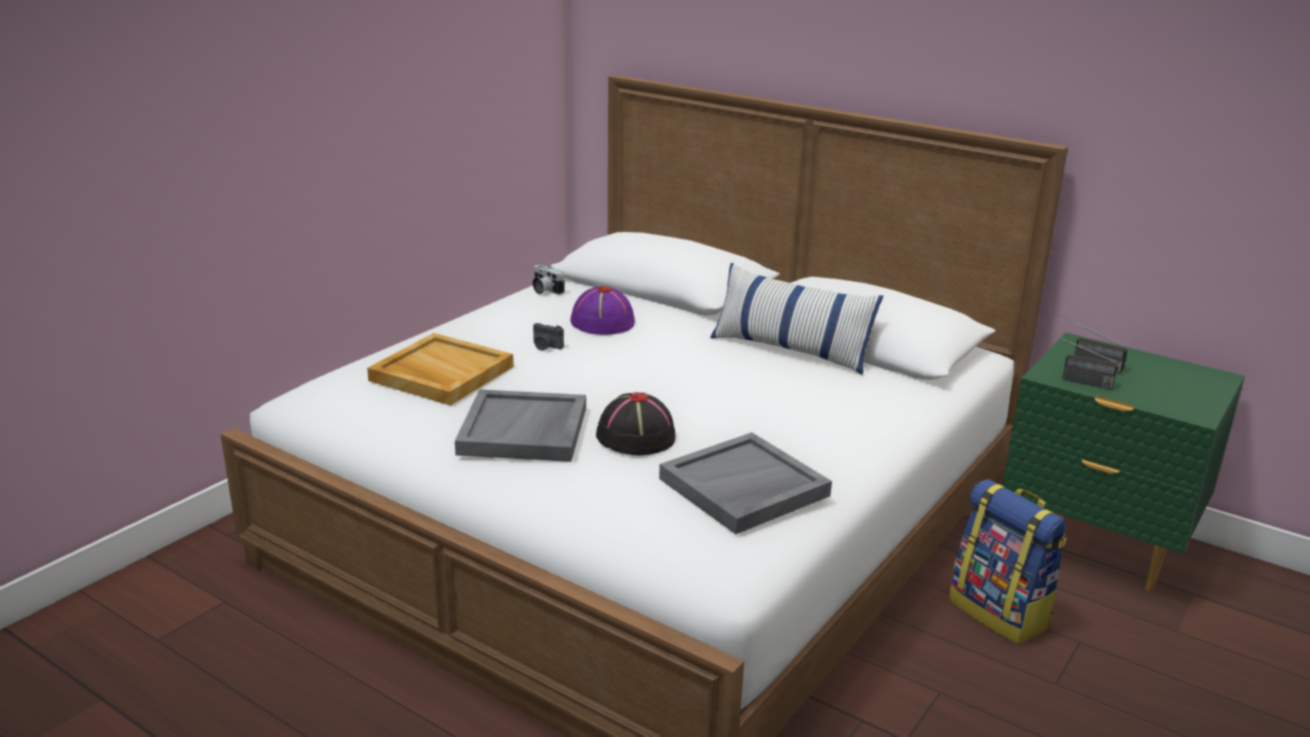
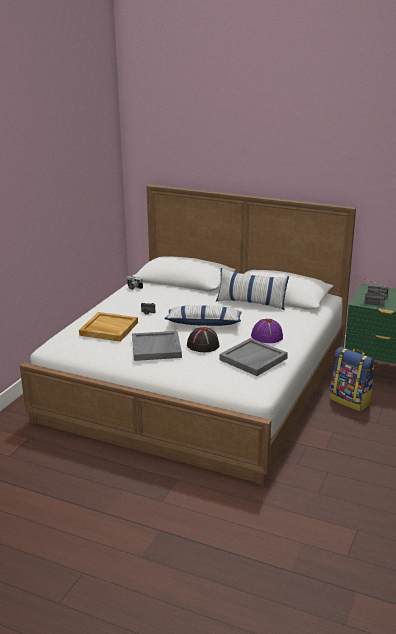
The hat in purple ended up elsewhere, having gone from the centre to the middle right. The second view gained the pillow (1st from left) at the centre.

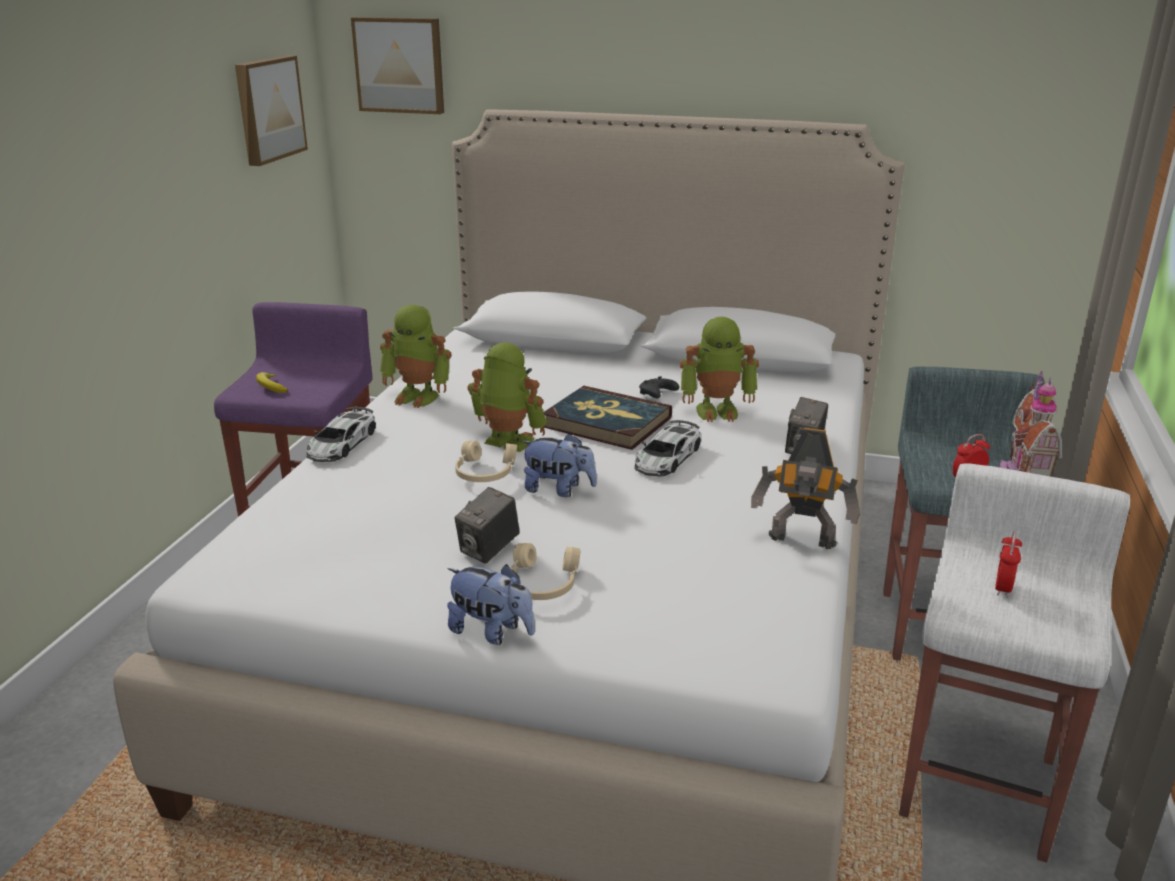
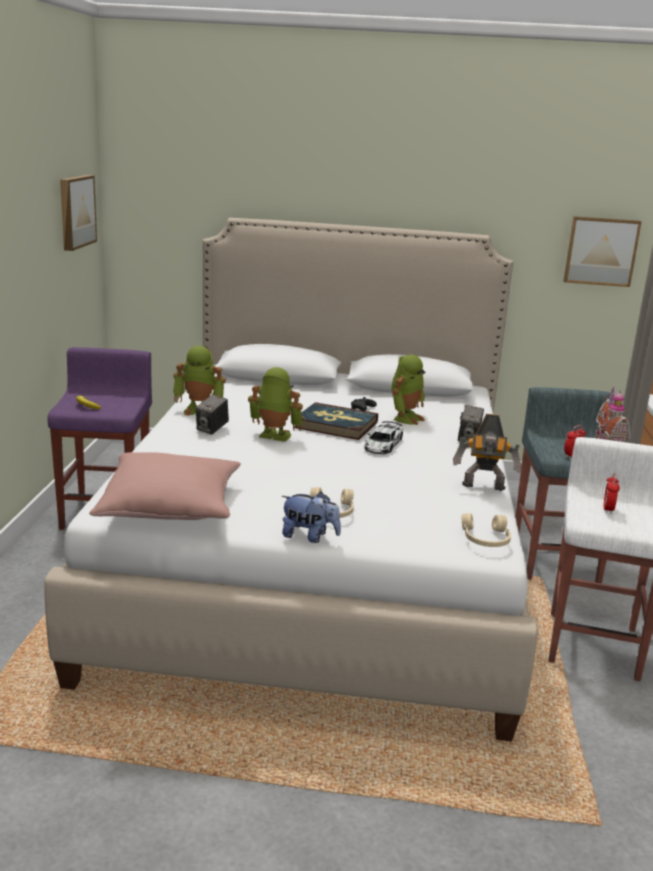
The second view lost the toy car (1st from left) at the middle left. The picture (2nd from left) ended up elsewhere, having gone from the top centre to the top right. The headphones in beige (1st from left in the first image) ended up elsewhere, having gone from the centre to the middle right. The photo camera (1st from left) ended up elsewhere, having gone from the centre to the middle left. The second view lost the plush toy (2nd from left) at the centre. The toy robot (3rd from left) at the centre ended up facing another way, 45 degrees counterclockwise from before. The second view gained the pillow in pink at the middle left.

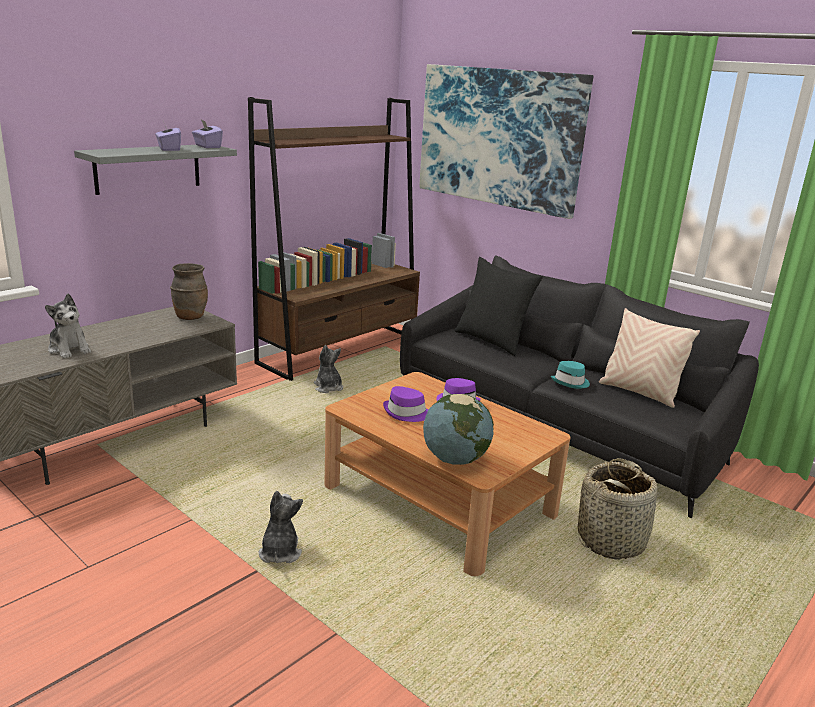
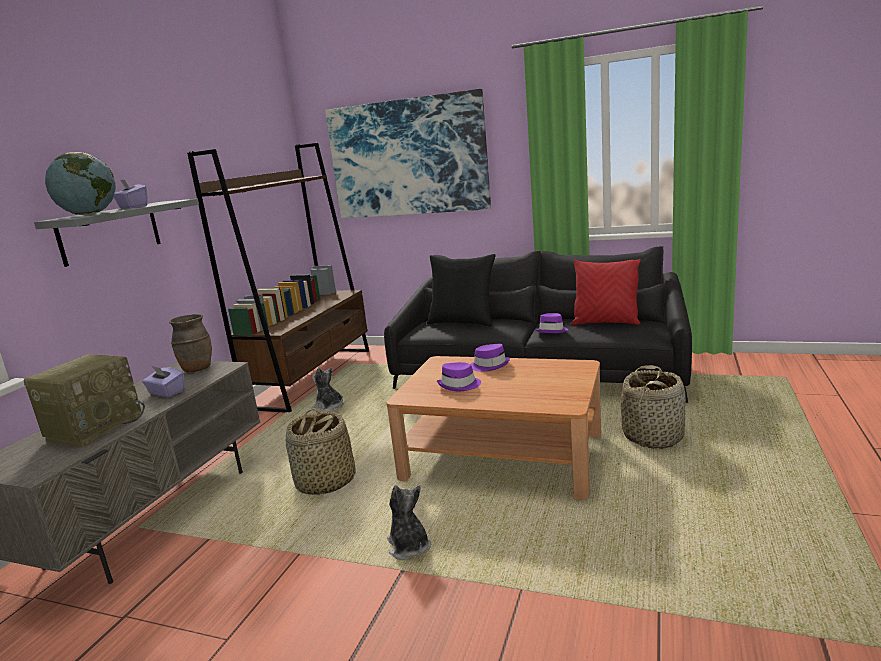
Where the plush toy (1st from left) stood at the middle left, the radio came to stand at the middle left. The tissue box in purple (2nd from left) ended up elsewhere, having gone from the top left to the middle left. The globe ended up elsewhere, having gone from the centre to the top left. What was the hat in turquoise at the middle right turned into the hat in purple (3rd from left) at the centre. What was the pillow in beige at the middle right turned into the pillow in red at the middle right. The second view gained the basket (1st from left) at the bottom centre.

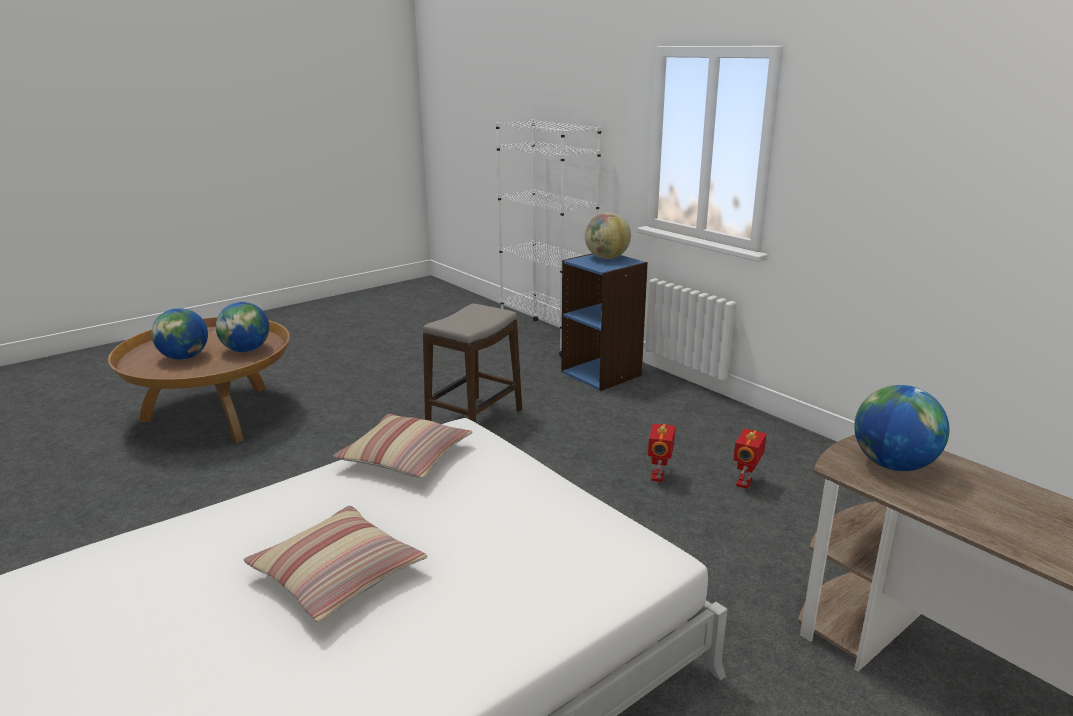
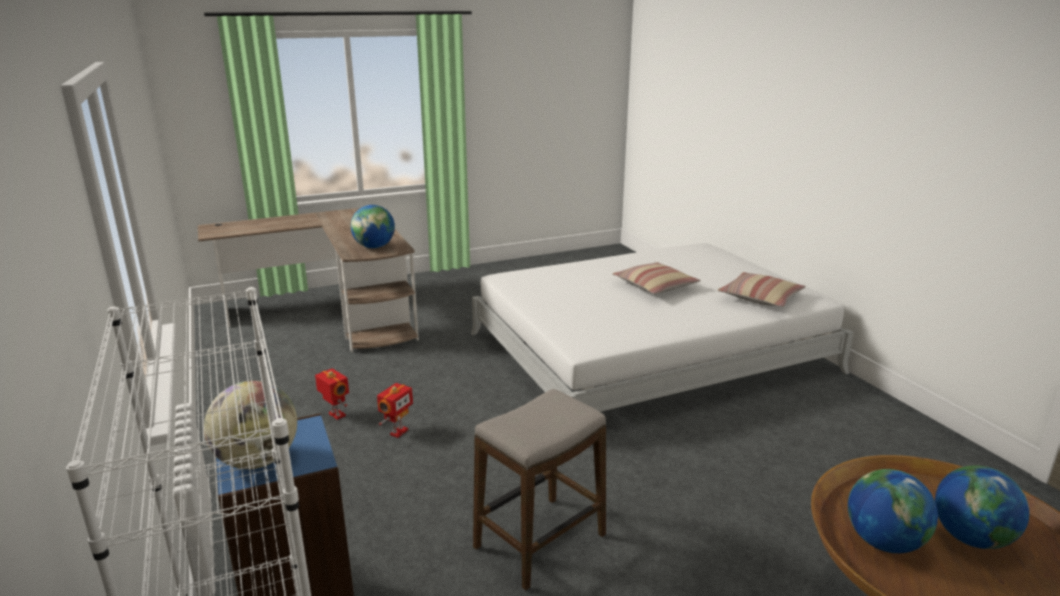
The pillow (2nd from left) ended up elsewhere, having gone from the centre to the middle right. The toy robot (2nd from left in the first image) at the middle right ended up facing another way, 90 degrees counterclockwise from before.

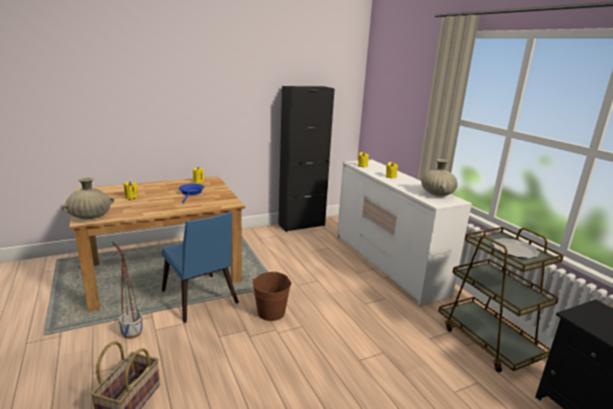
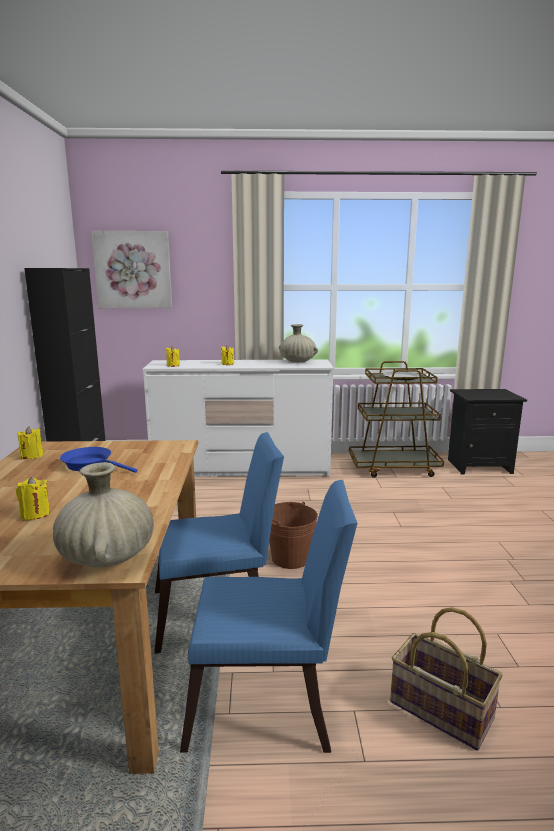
Where the planter stood at the bottom left, the chair in blue (2nd from left) came to stand at the bottom centre. The second view gained the picture at the top left.

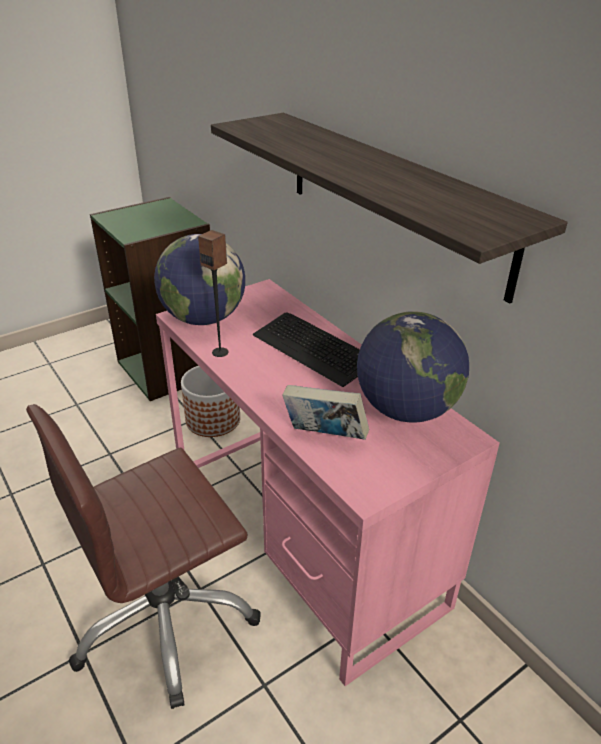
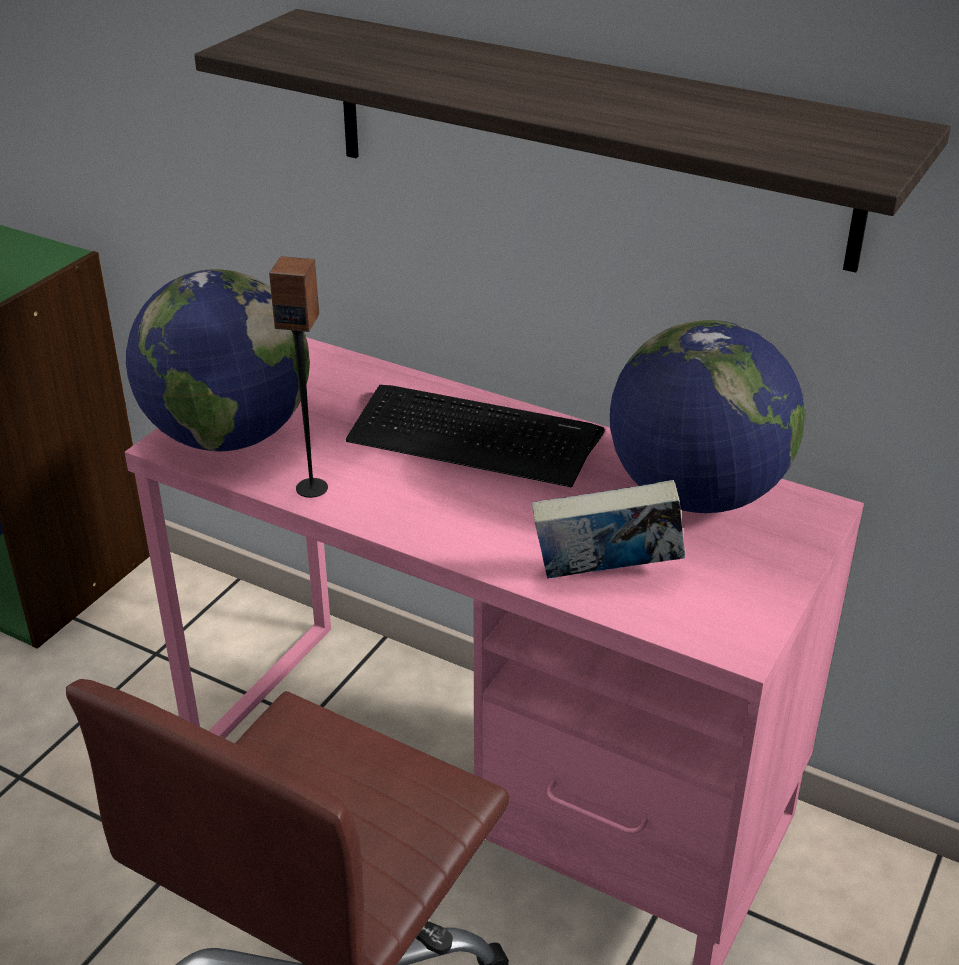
The second view lost the planter at the centre.

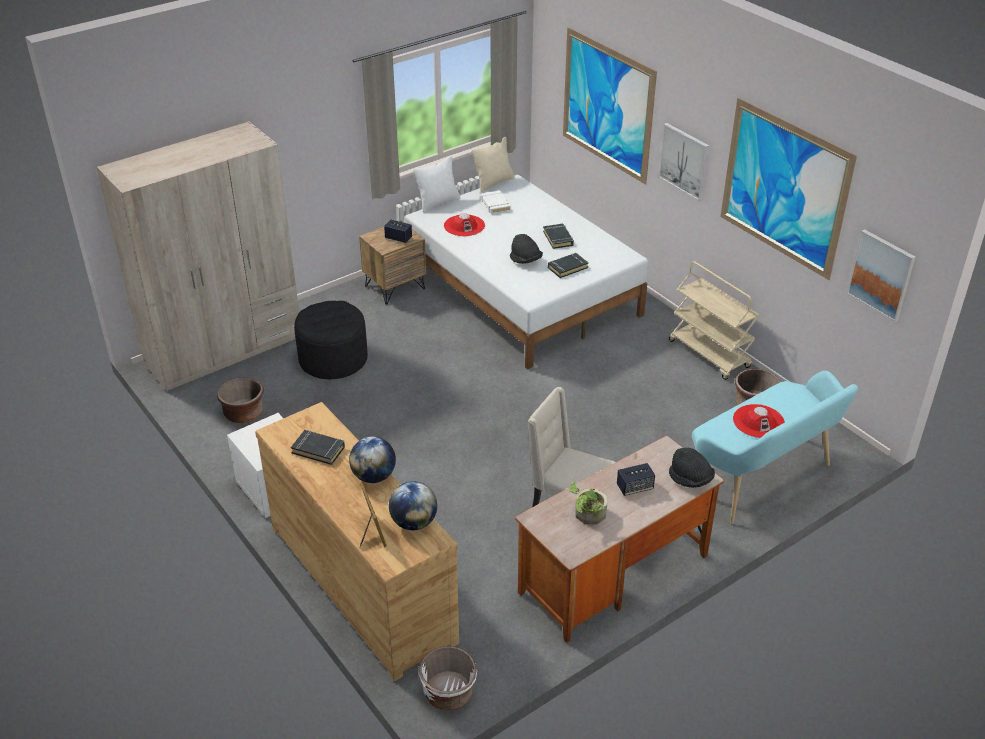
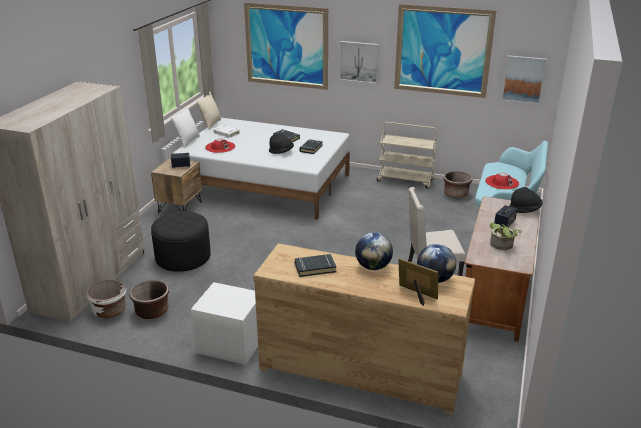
The planter in white ended up elsewhere, having gone from the bottom centre to the bottom left.

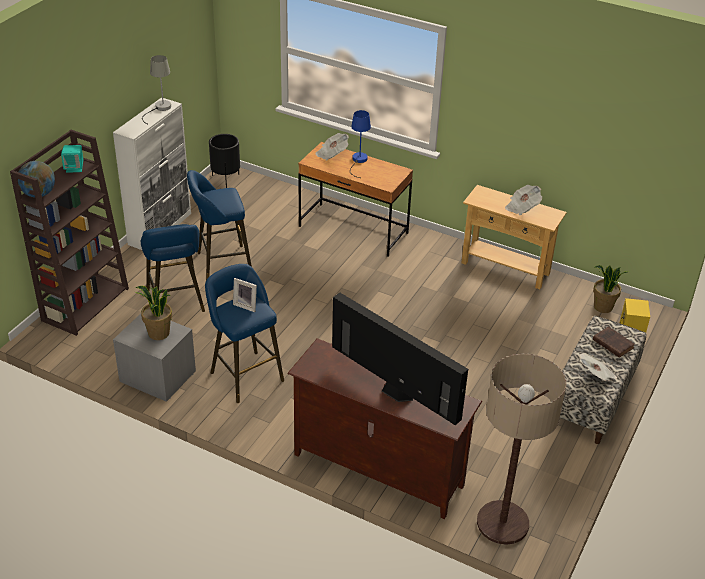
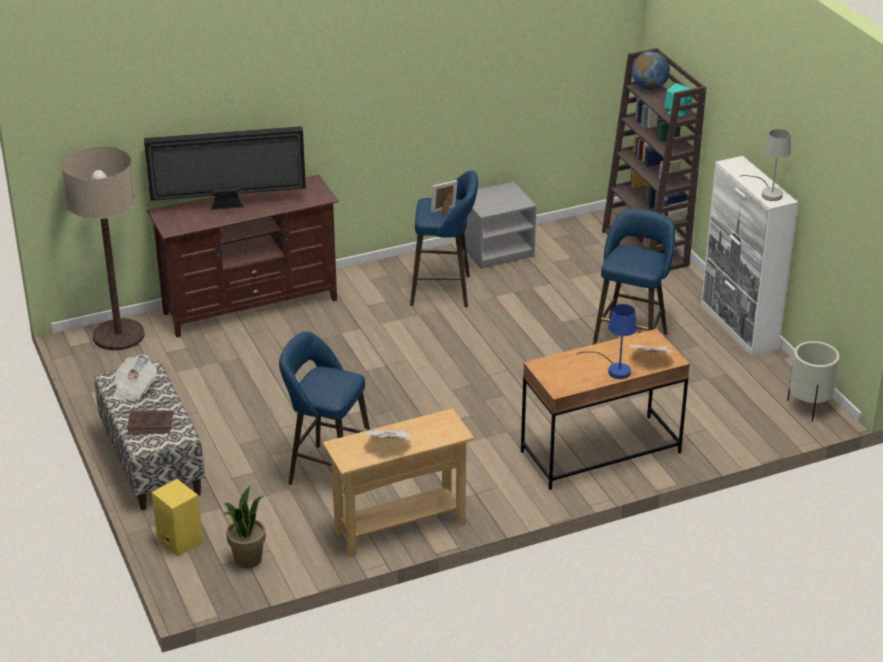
The second view lost the potted plant (1st from left) at the middle left. The stool in blue (1st from left) ended up elsewhere, having gone from the middle left to the centre. What was the planter in black at the top left turned into the planter in beige at the middle right.

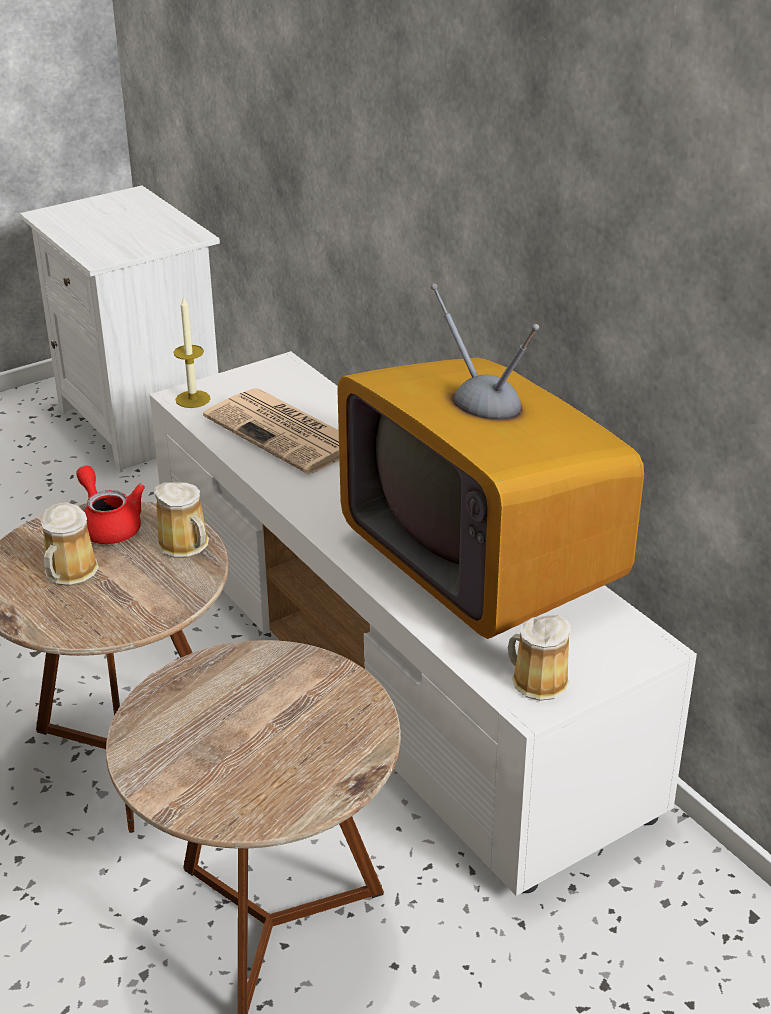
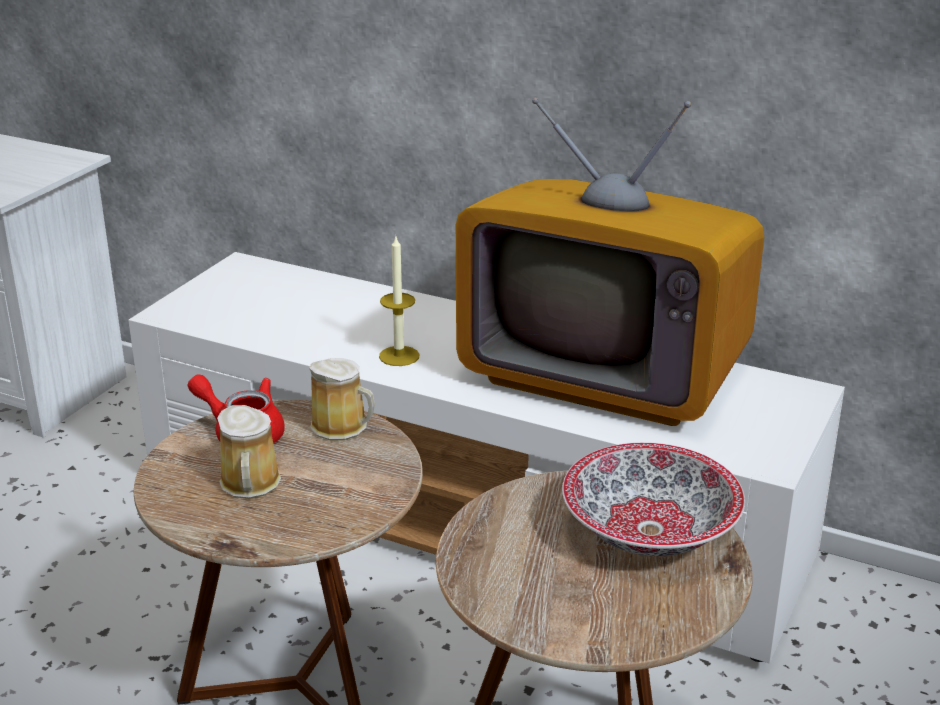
The candle ended up elsewhere, having gone from the middle left to the centre. The second view lost the newspaper at the centre. The second view lost the mug (3rd from left) at the middle right. The second view gained the bowl at the bottom right.

